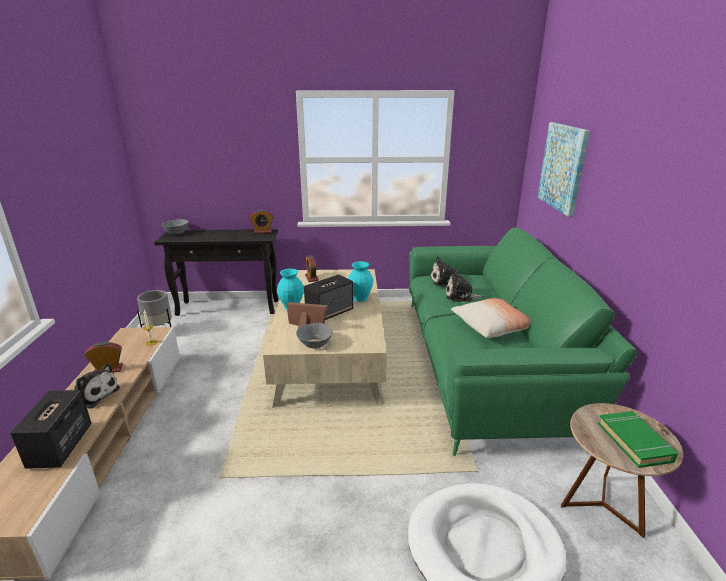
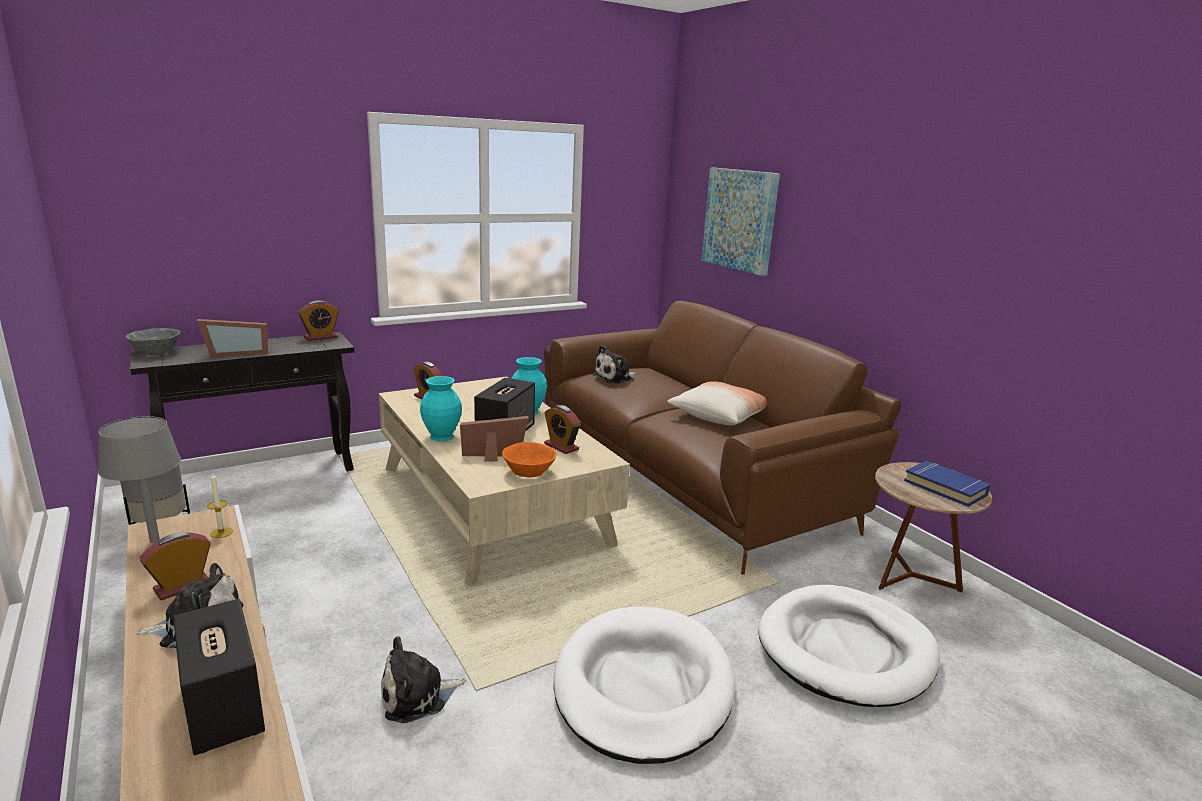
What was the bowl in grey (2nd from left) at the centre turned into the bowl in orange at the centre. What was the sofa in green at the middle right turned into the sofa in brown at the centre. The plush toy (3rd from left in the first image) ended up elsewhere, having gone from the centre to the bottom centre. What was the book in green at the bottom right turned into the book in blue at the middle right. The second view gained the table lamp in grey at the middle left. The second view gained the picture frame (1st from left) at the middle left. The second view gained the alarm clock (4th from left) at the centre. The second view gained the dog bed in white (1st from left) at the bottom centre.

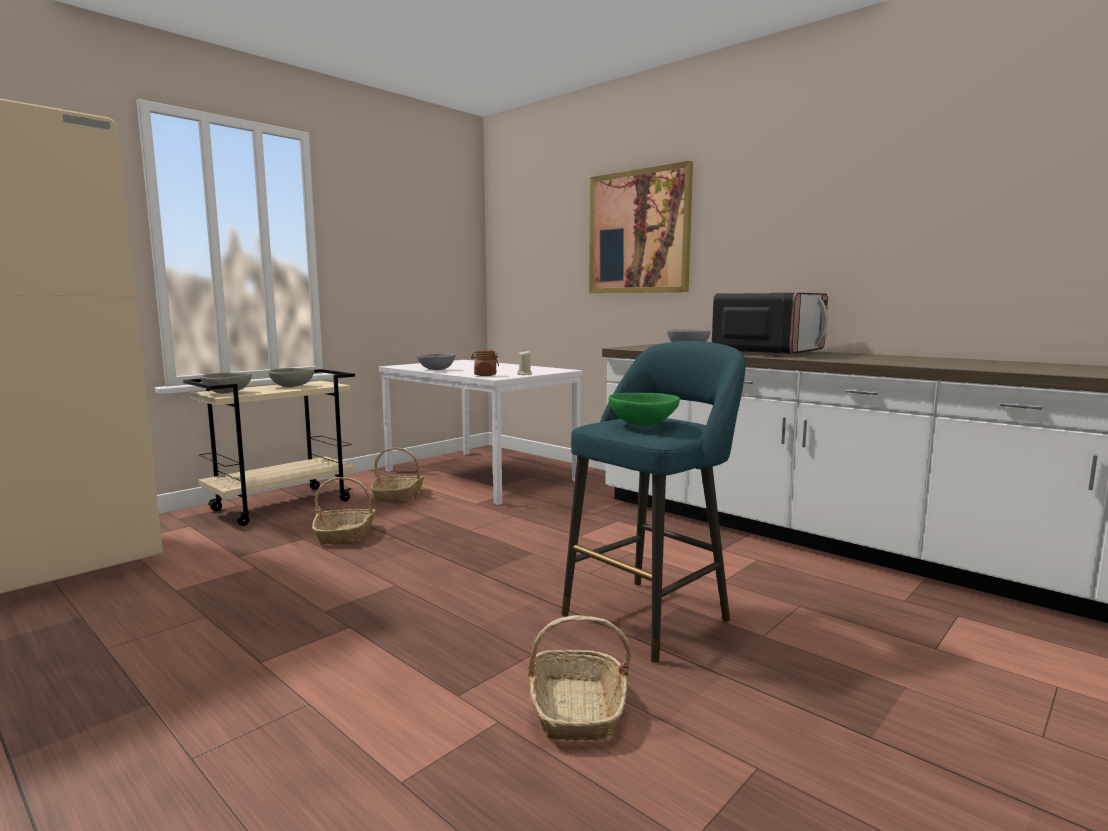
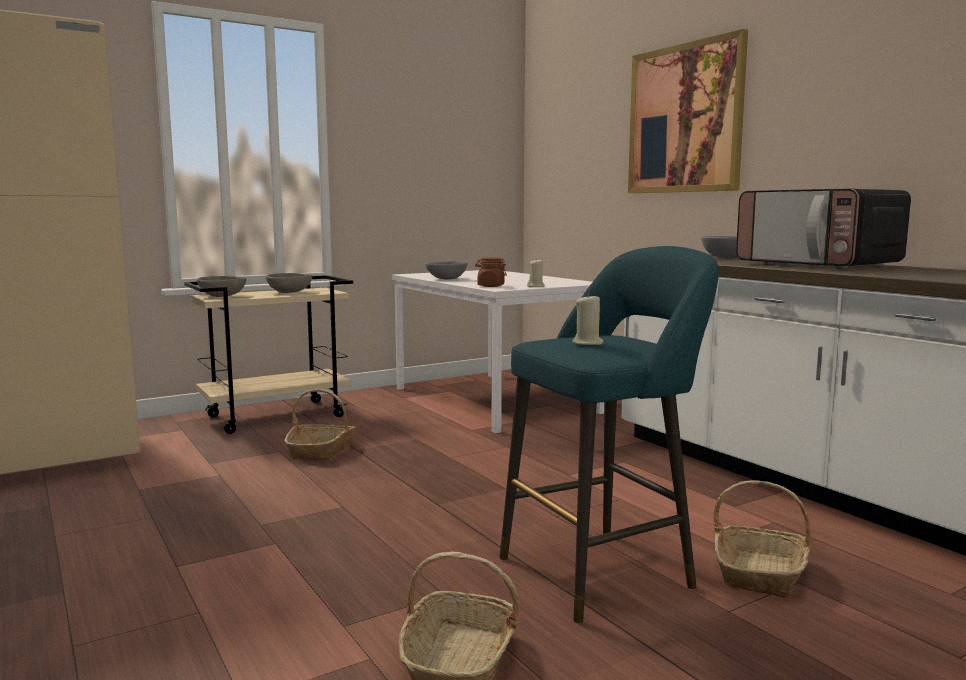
The basket (2nd from left in the first image) ended up elsewhere, having gone from the centre to the bottom right. Where the bowl in green stood at the centre, the candle in beige (2nd from left) came to stand at the centre. The microwave at the middle right ended up facing another way, 90 degrees clockwise from before.

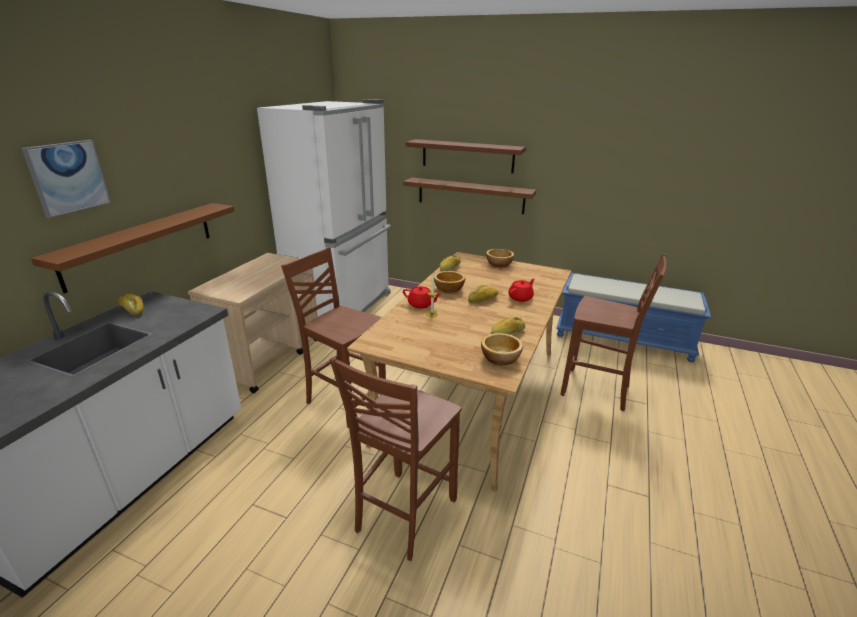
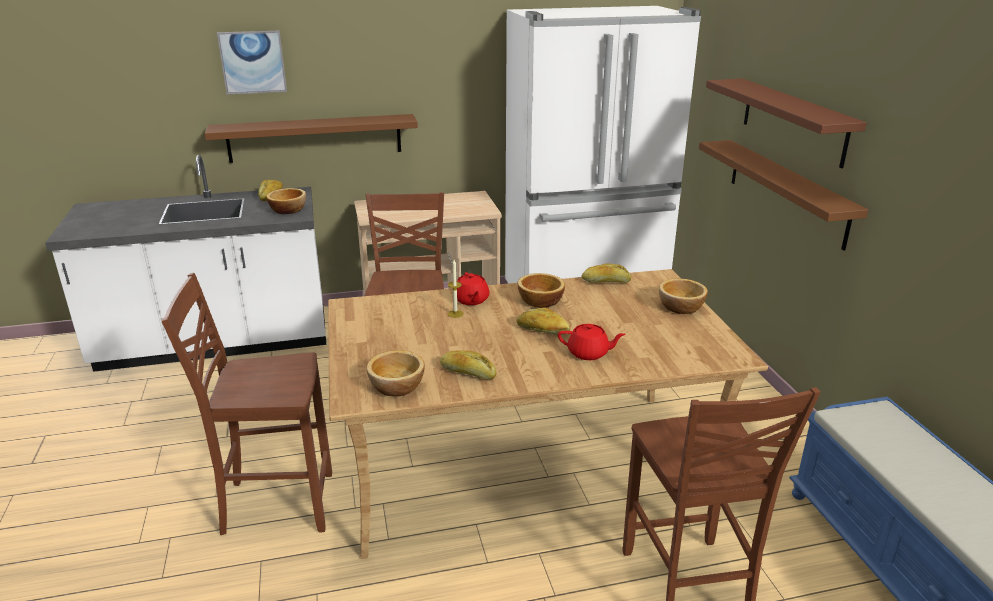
The second view gained the bowl (1st from left) at the middle left.

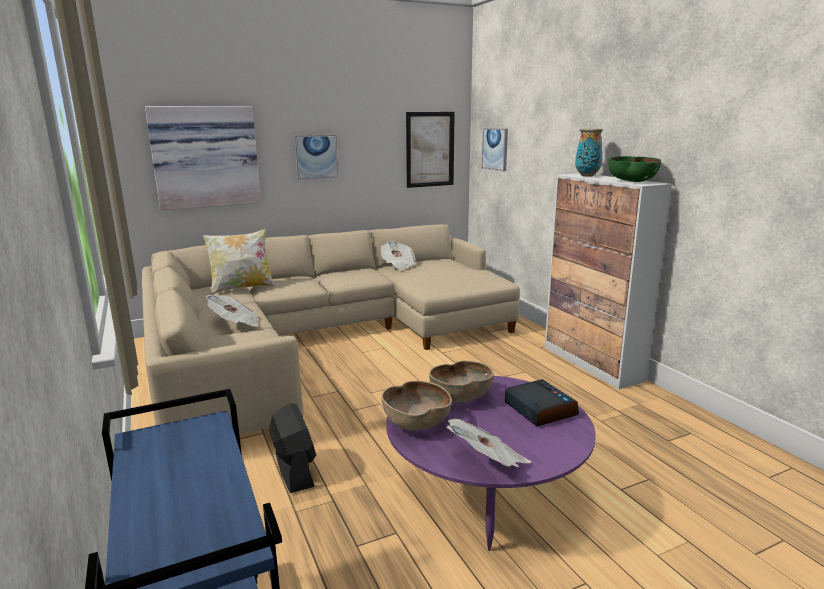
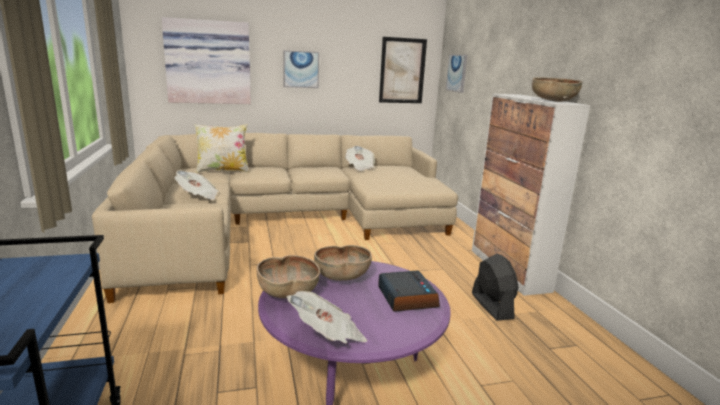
The fan in black ended up elsewhere, having gone from the bottom centre to the bottom right. The second view lost the vase at the top right. What was the bowl in green at the top right turned into the bowl in brown (3rd from left) at the top right.

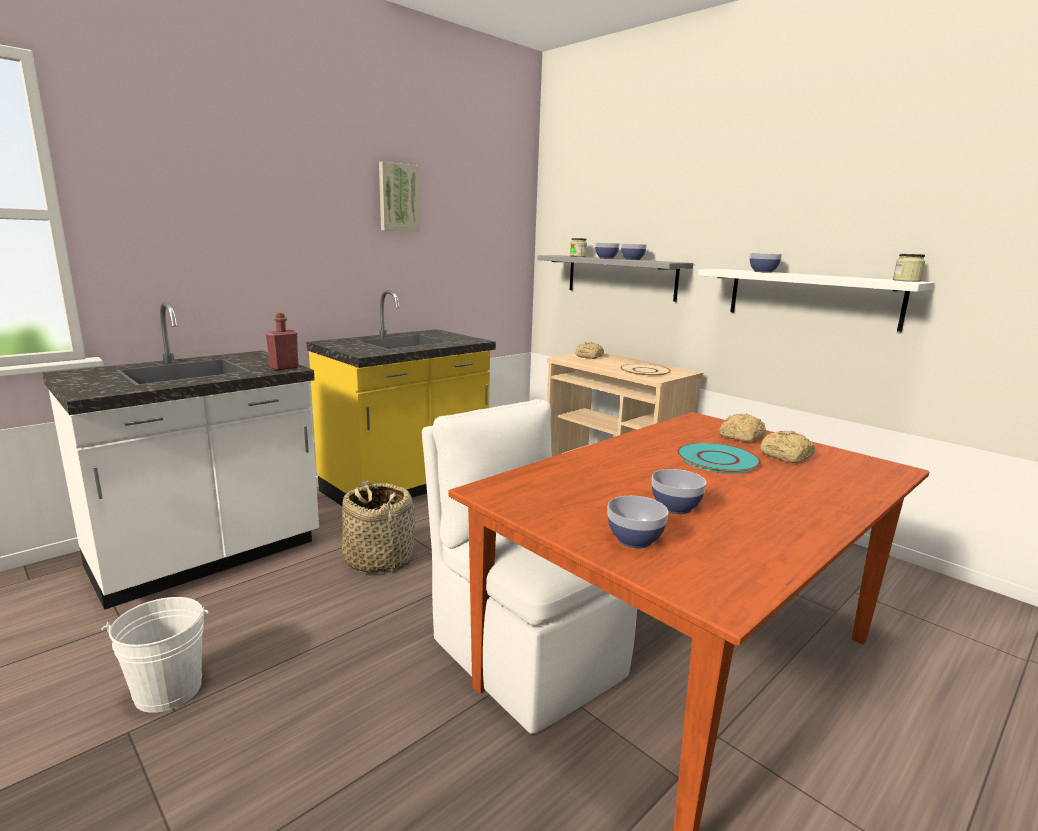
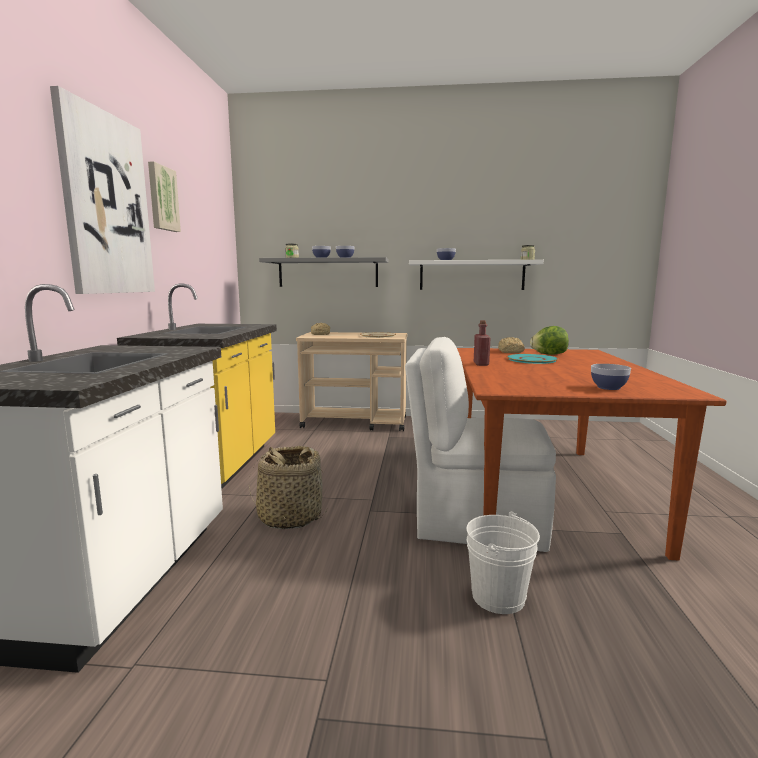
The bucket in white ended up elsewhere, having gone from the bottom left to the bottom centre. The bottle in red ended up elsewhere, having gone from the middle left to the centre. The second view lost the bowl (4th from left) at the centre. Where the bread (3rd from left) stood at the middle right, the lettuce came to stand at the middle right. The second view gained the picture (1st from left) at the top left.

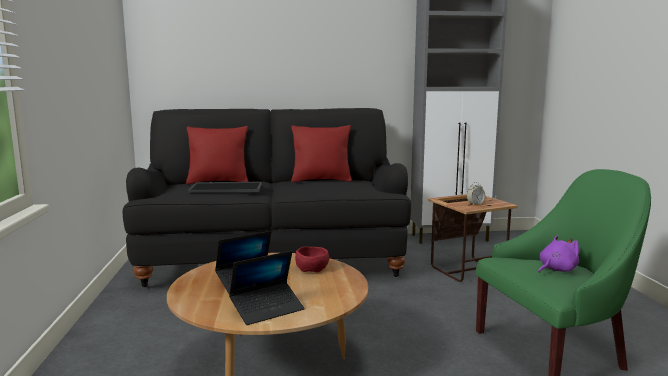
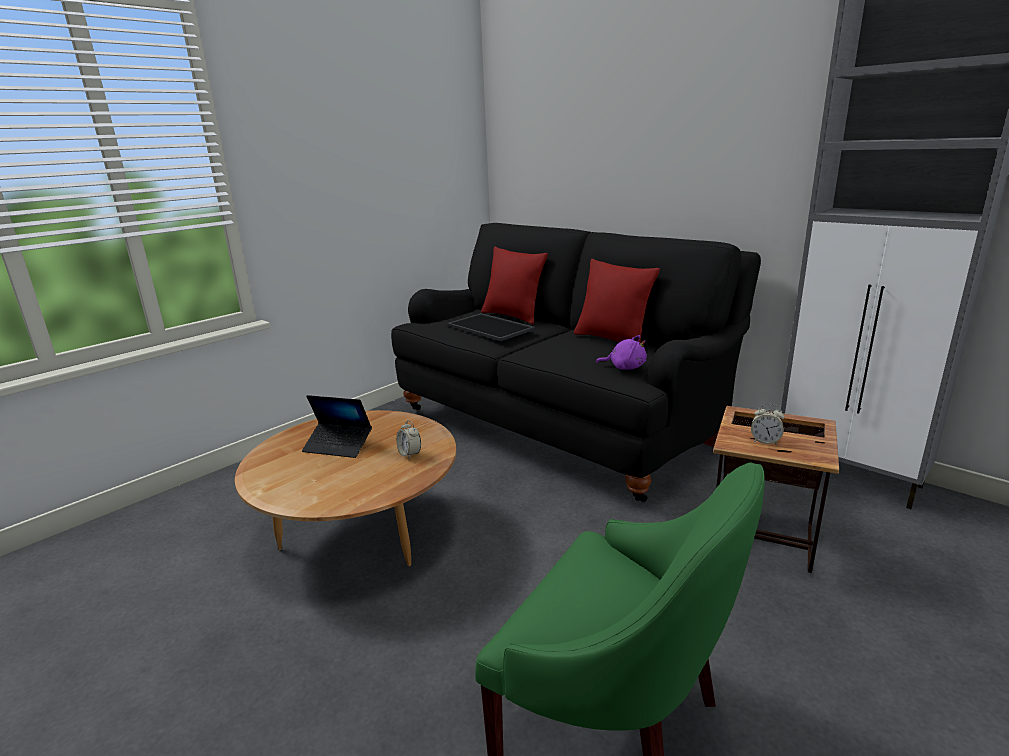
The second view lost the laptop (2nd from left) at the bottom centre. Where the bowl in red stood at the bottom centre, the alarm clock (1st from left) came to stand at the centre. The plush toy in purple ended up elsewhere, having gone from the bottom right to the centre.

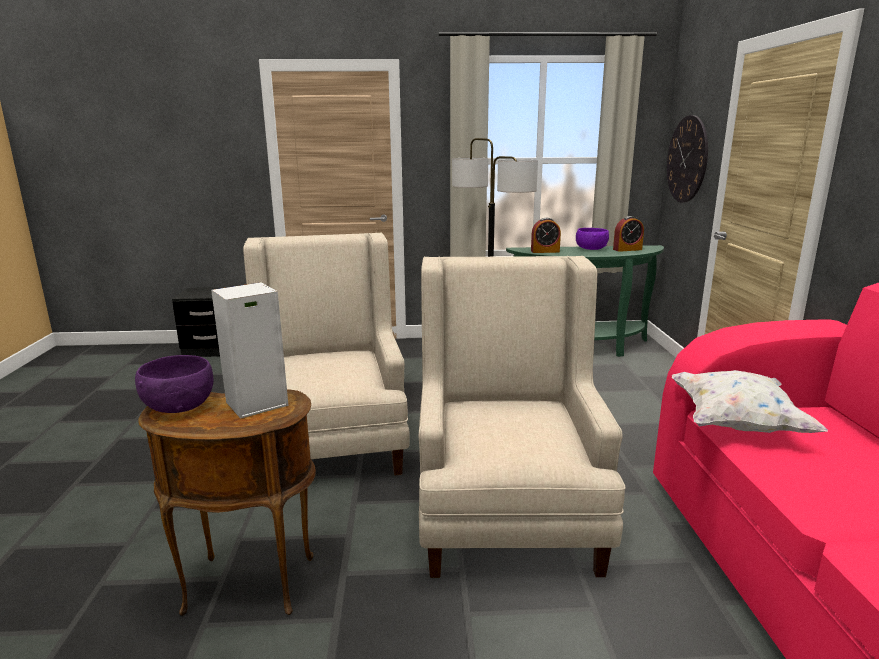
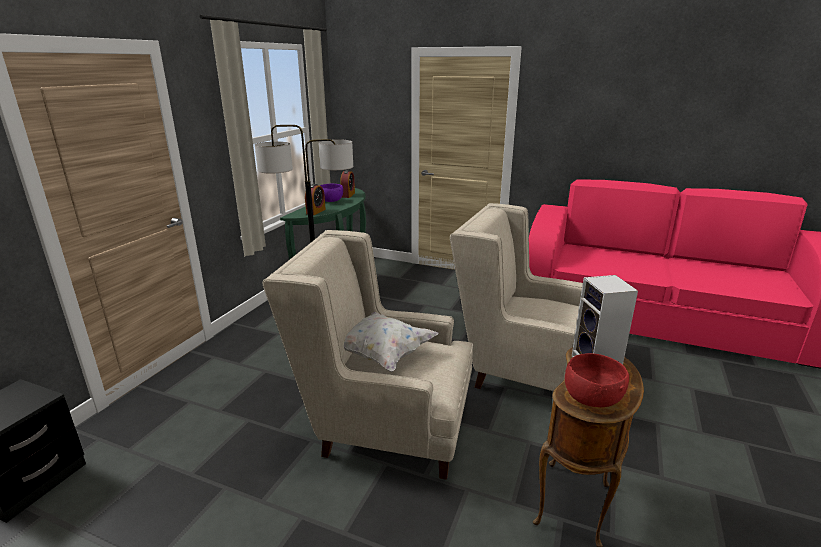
What was the bowl in purple (1st from left) at the middle left turned into the bowl in red at the bottom right. The second view lost the wall clock at the top right. The pillow in white ended up elsewhere, having gone from the middle right to the centre.

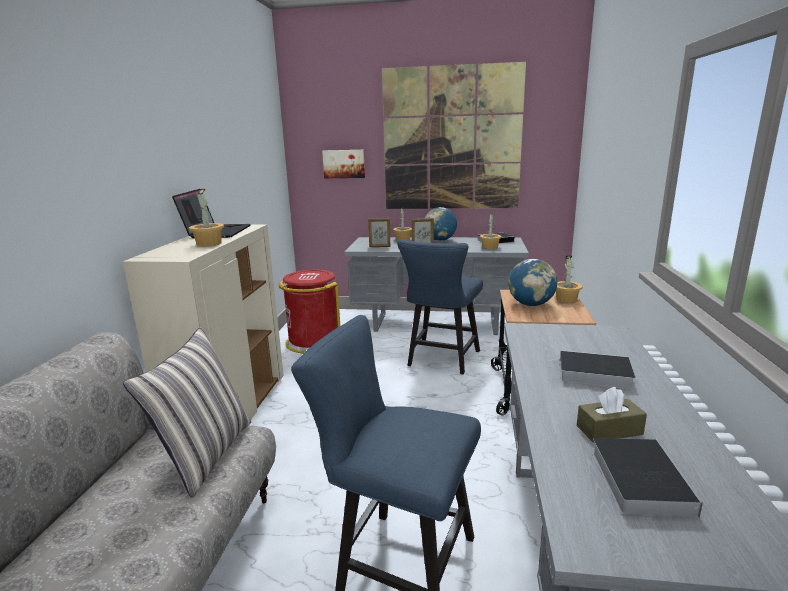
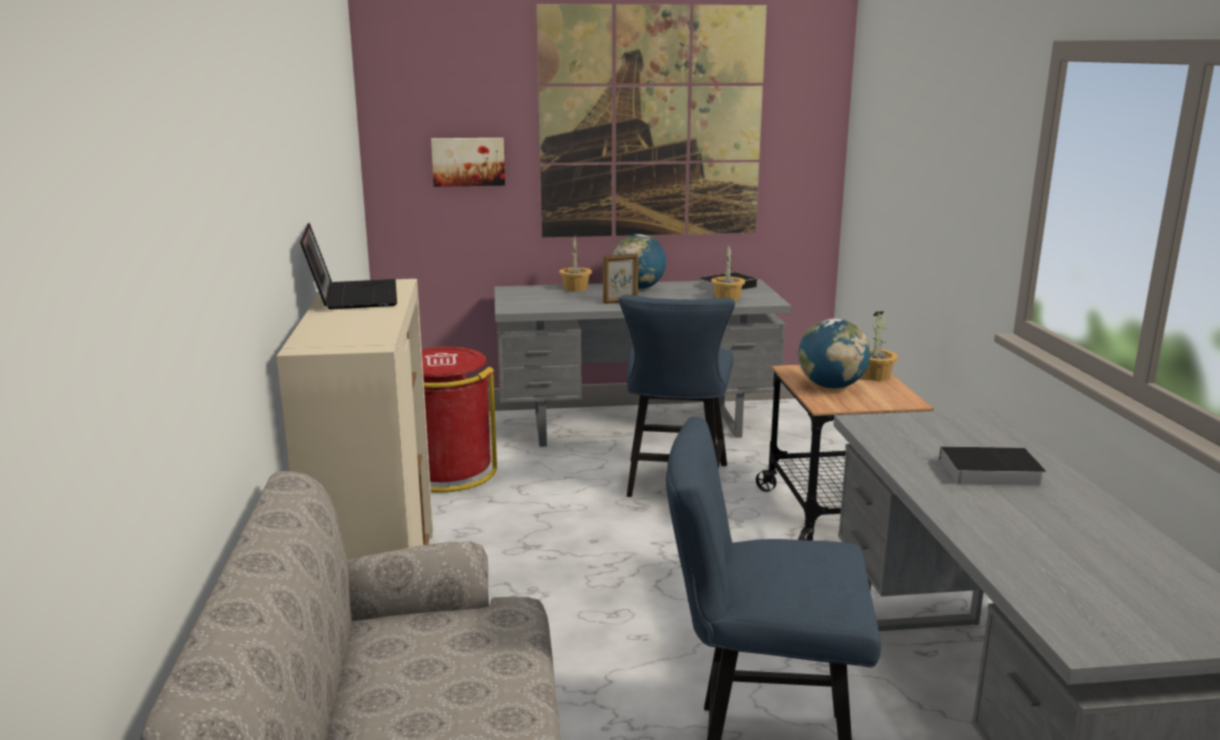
The second view lost the pillow at the bottom left. The second view lost the potted plant (1st from left) at the middle left. The second view lost the picture frame (1st from left) at the centre. The second view lost the tissue box in brown at the bottom right. The second view lost the book (3rd from left) at the bottom right.

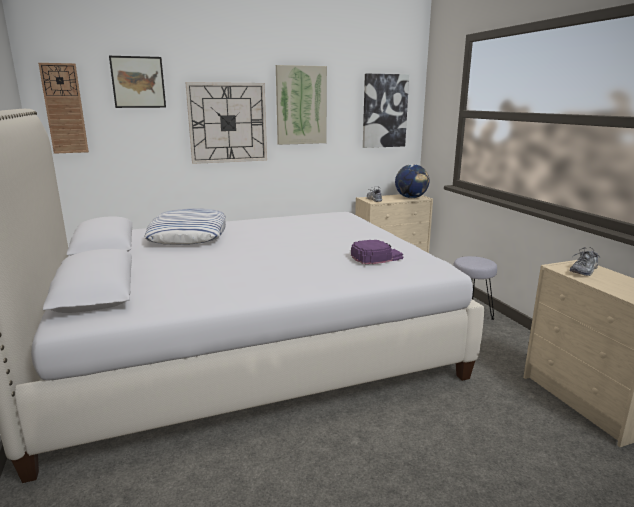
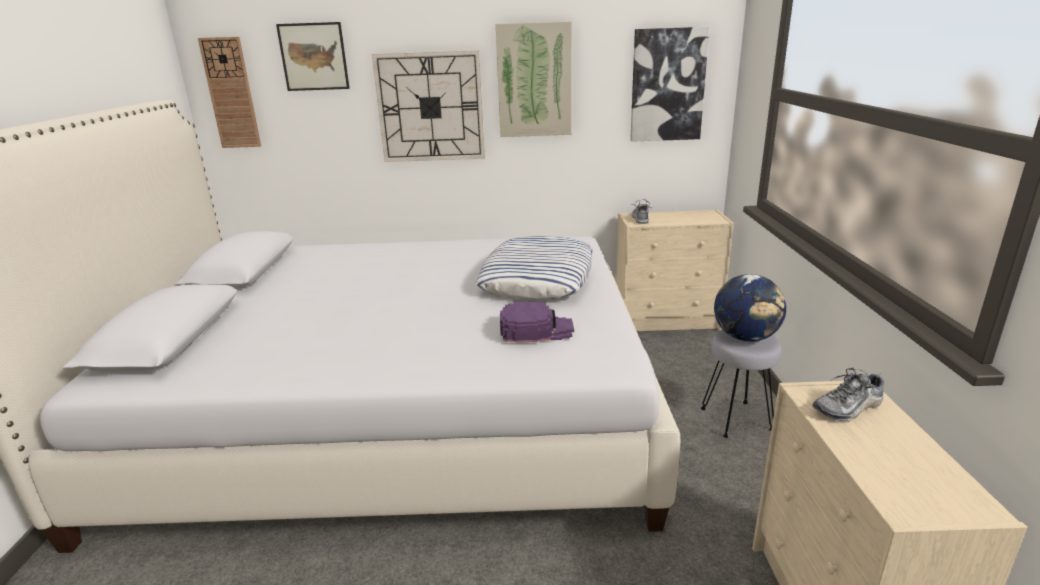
The pillow ended up elsewhere, having gone from the middle left to the centre. The globe ended up elsewhere, having gone from the centre to the middle right.

